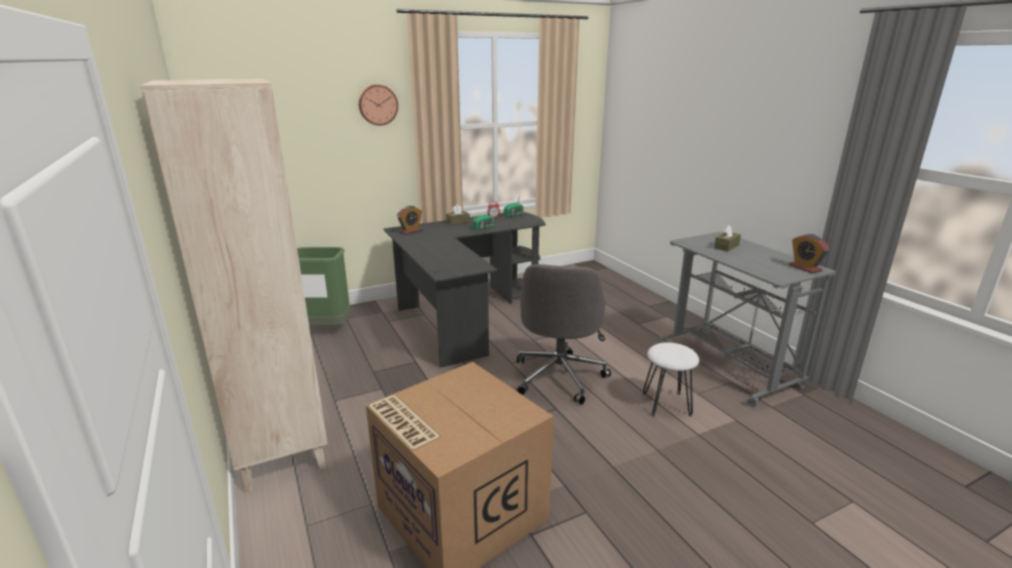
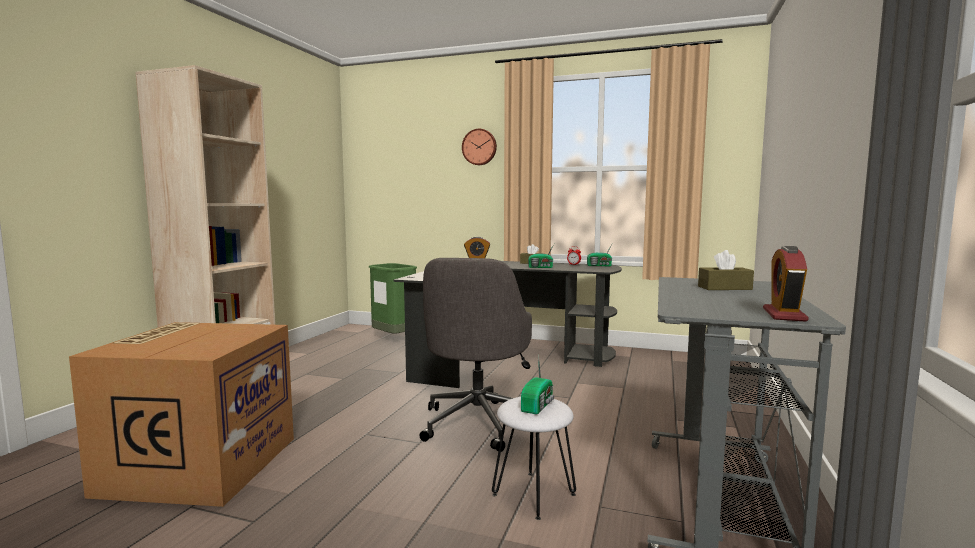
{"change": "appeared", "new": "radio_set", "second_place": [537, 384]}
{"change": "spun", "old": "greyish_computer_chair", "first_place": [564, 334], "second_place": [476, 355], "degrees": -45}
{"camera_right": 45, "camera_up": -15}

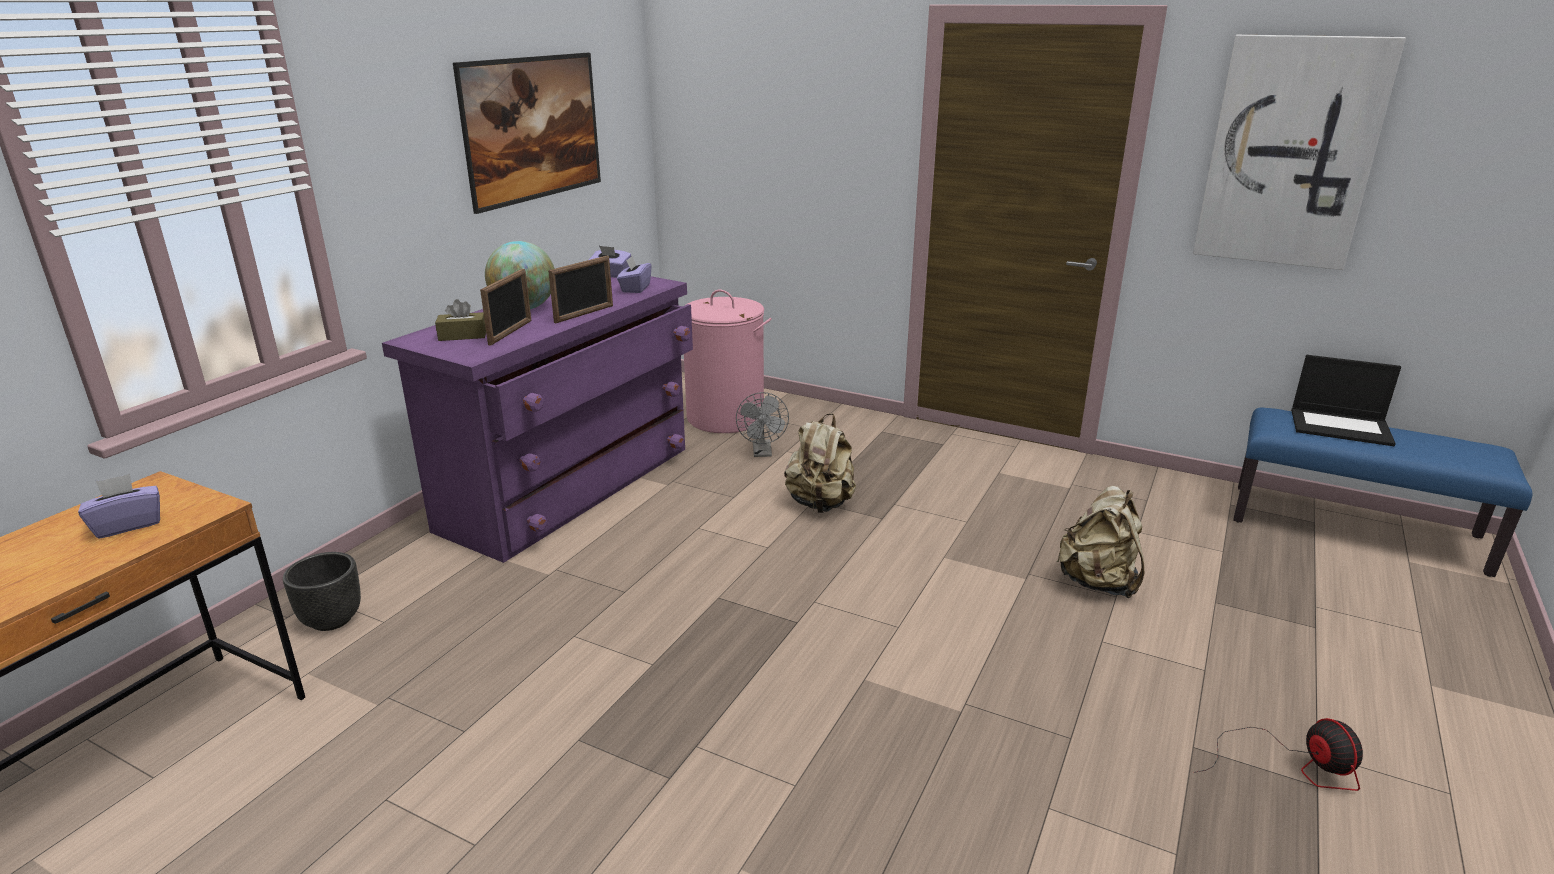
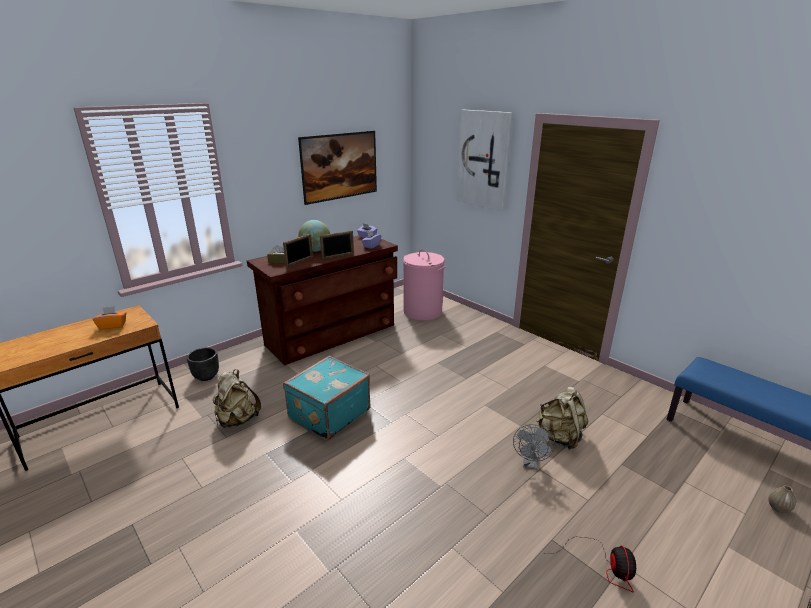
{"change": "missing", "old": "notebook_computer", "first_place": [1346, 400]}
{"change": "appeared", "new": "blue-green_piece_of_luggage", "second_place": [327, 398]}
{"change": "appeared", "new": "vase", "second_place": [782, 499]}
{"change": "relocated", "old": "greyish_electric_fan", "first_place": [762, 424], "second_place": [534, 447]}
{"change": "relocated", "old": "sand-coloured_knapsack", "first_place": [820, 463], "second_place": [237, 399]}
{"change": "relocated", "old": "picture", "first_place": [1299, 152], "second_place": [485, 160]}
{"change": "colour", "old": "purplish_box_of_tissues", "new": "orange-coloured_box_of_tissues", "first_place": [119, 506], "second_place": [109, 318]}
{"change": "colour", "old": "purplish_drawer_chest", "new": "brown_drawer_chest", "first_place": [537, 419], "second_place": [322, 300]}
{"camera_right": 20, "camera_up": 0}

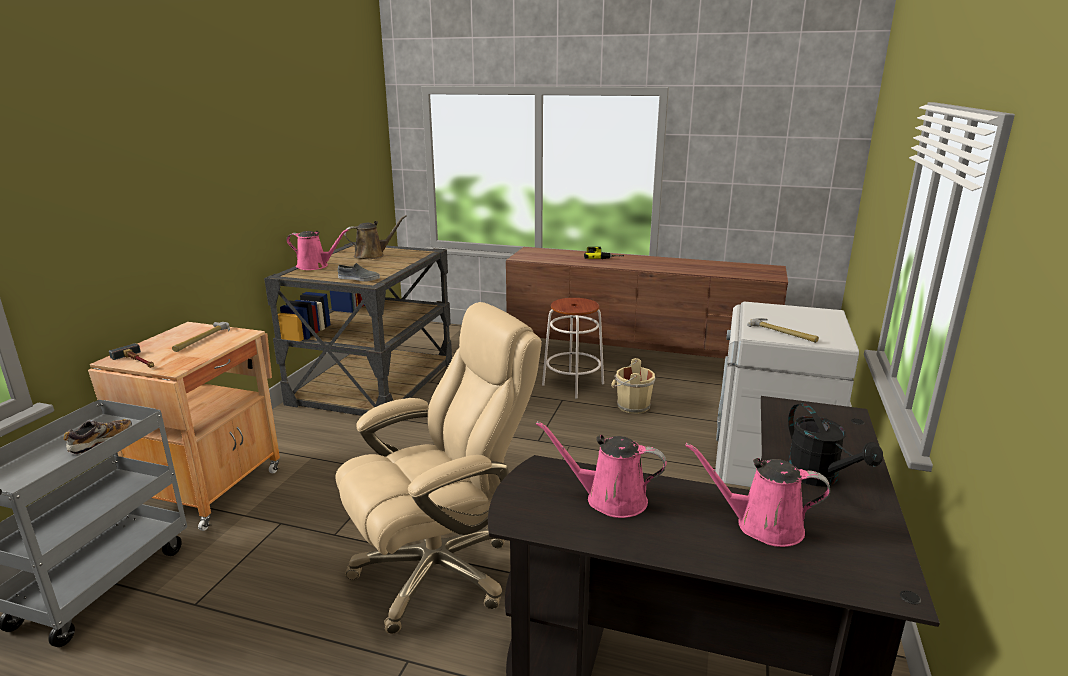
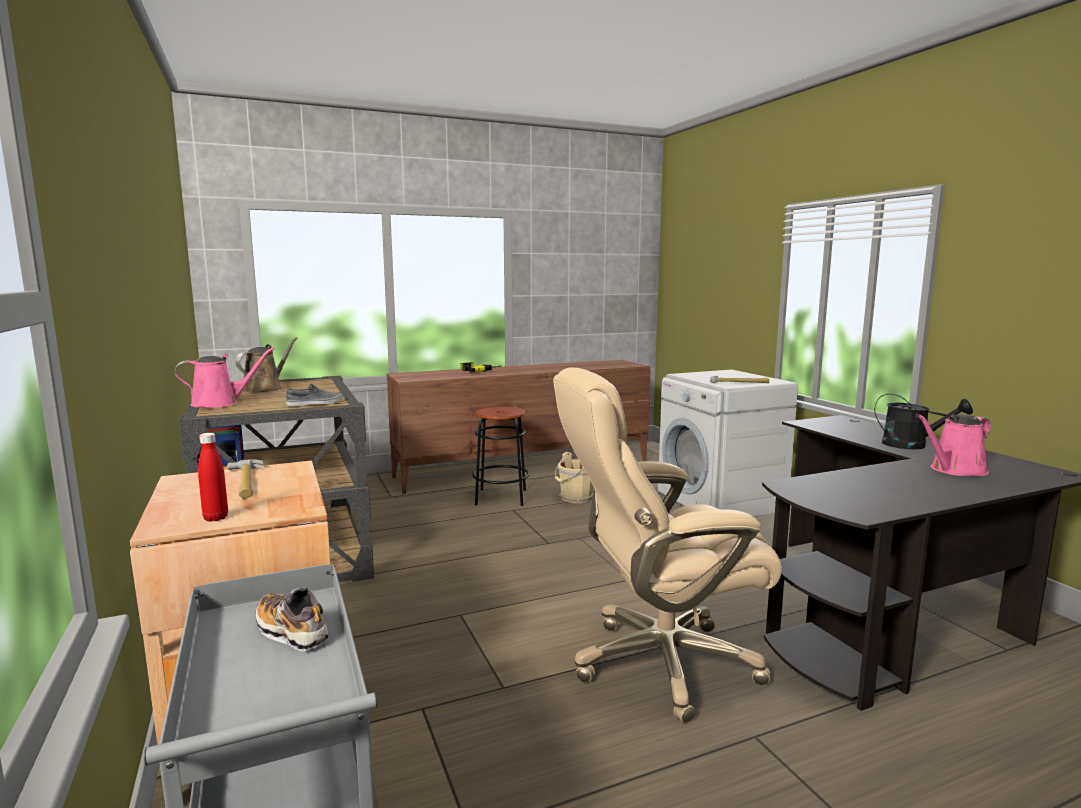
{"change": "missing", "old": "pink_watering_can", "first_place": [601, 469]}
{"change": "exchanged", "old": "hammer", "new": "red_beverage_bottle", "first_place": [131, 355], "second_place": [213, 477]}
{"change": "colour", "old": "whitish_stool", "new": "black_stool", "first_place": [573, 348], "second_place": [500, 456]}
{"change": "spun", "old": "low_shoe", "first_place": [97, 437], "second_place": [292, 619], "degrees": -45}
{"change": "spun", "old": "sand-coloured_computer_chair", "first_place": [438, 468], "second_place": [667, 545], "degrees": -120}
{"camera_right": -40, "camera_up": -10}

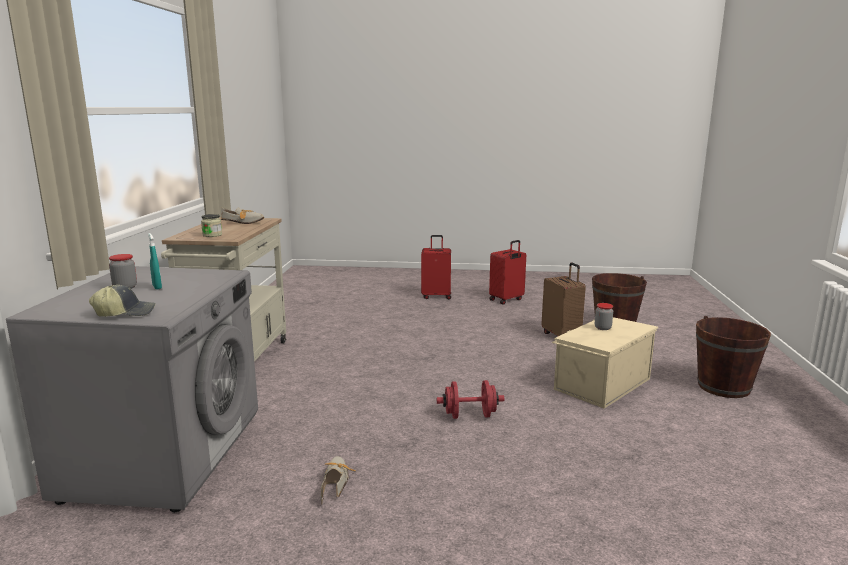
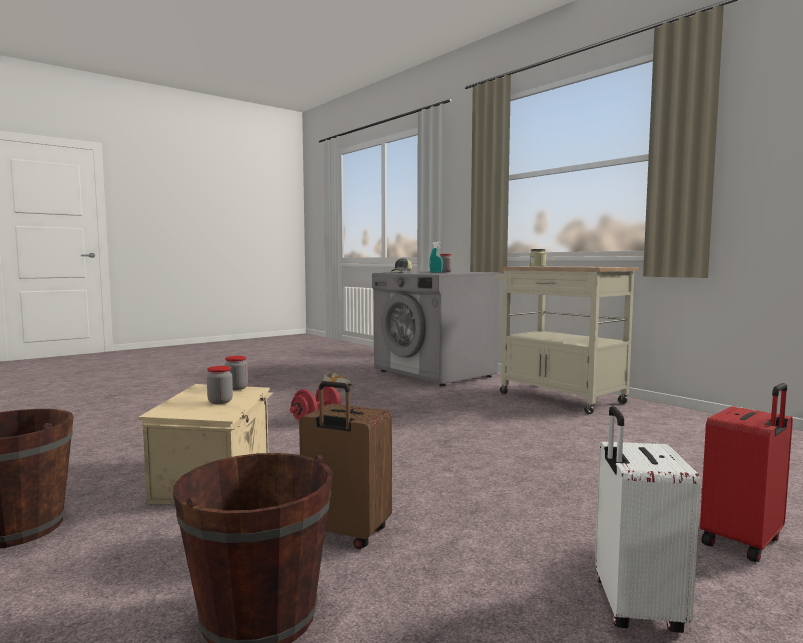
{"change": "missing", "old": "low_shoe", "first_place": [242, 216]}
{"change": "appeared", "new": "jar", "second_place": [236, 373]}
{"change": "colour", "old": "red_piece_of_luggage", "new": "whitish_piece_of_luggage", "first_place": [507, 272], "second_place": [648, 519]}
{"camera_right": 135, "camera_up": -10}

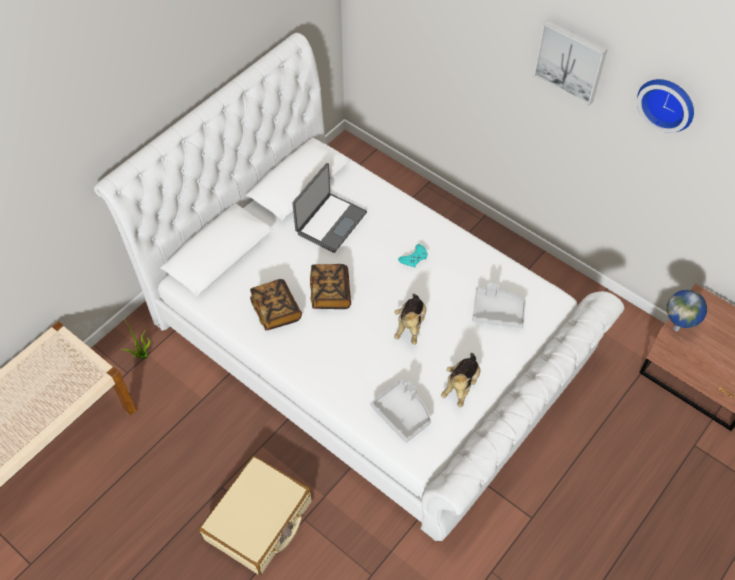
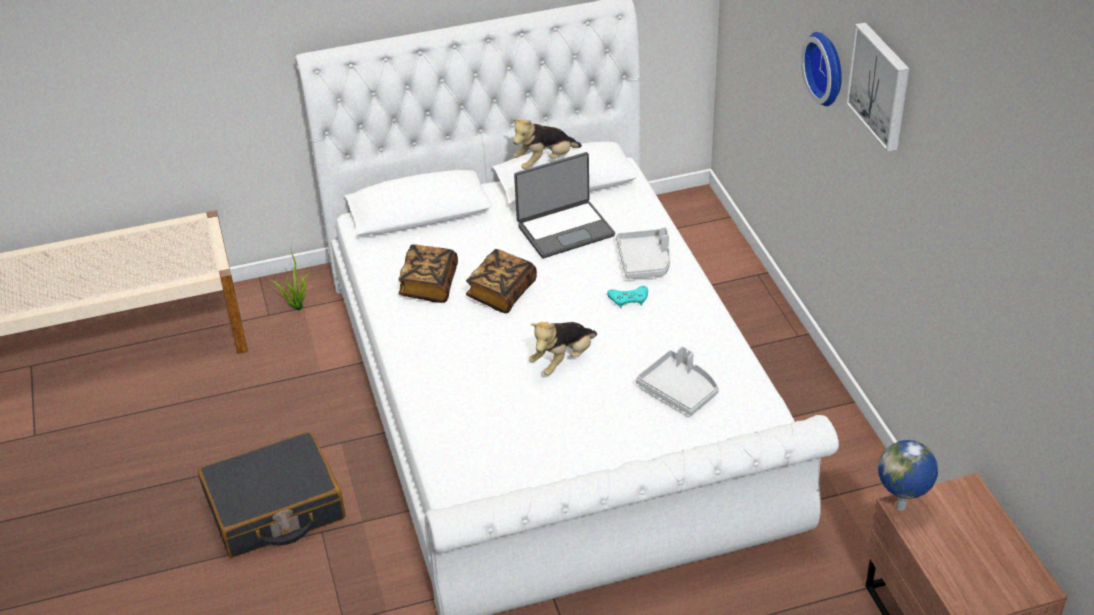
{"change": "relocated", "old": "greyish_tray", "first_place": [400, 411], "second_place": [643, 253]}
{"change": "relocated", "old": "cuddly_toy", "first_place": [460, 380], "second_place": [546, 144]}
{"change": "relocated", "old": "hanging_clock", "first_place": [665, 106], "second_place": [821, 69]}
{"change": "colour", "old": "sand-coloured_piece_of_luggage", "new": "black_piece_of_luggage", "first_place": [255, 515], "second_place": [272, 494]}
{"camera_right": 35, "camera_up": -15}

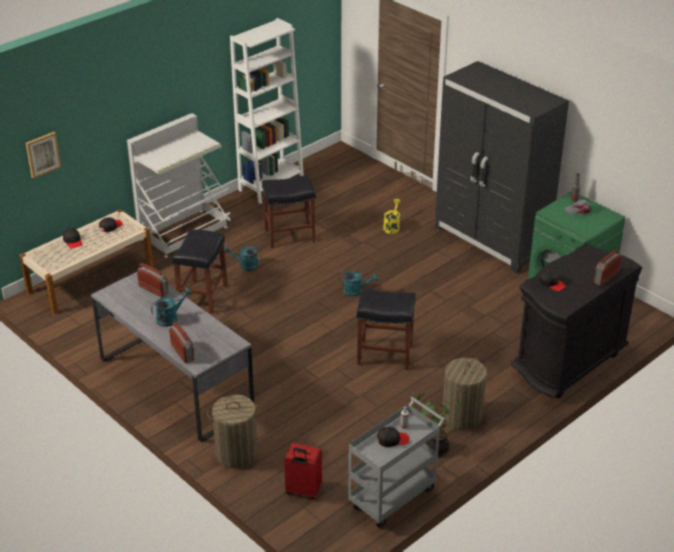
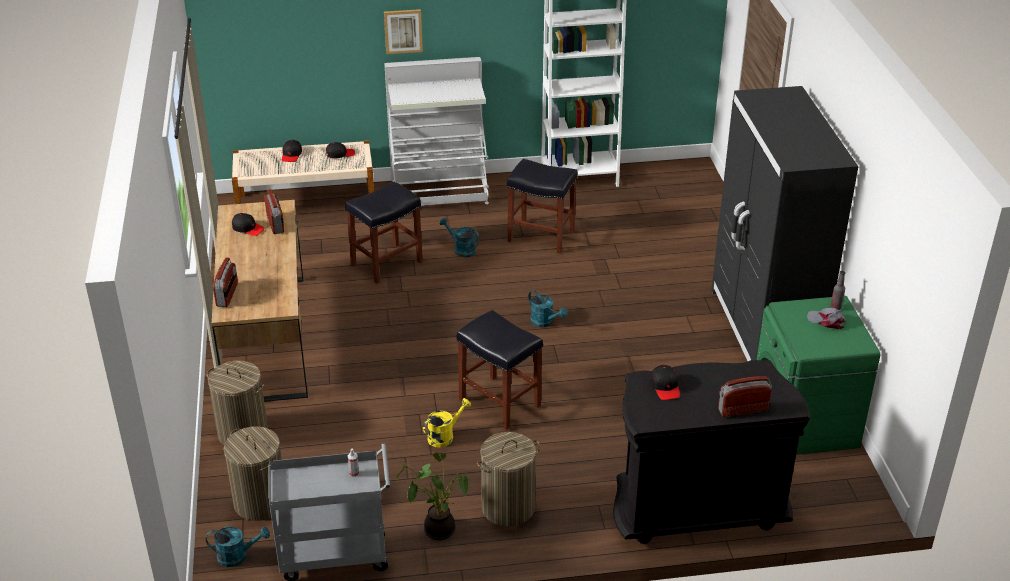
{"change": "relocated", "old": "picture", "first_place": [43, 155], "second_place": [403, 31]}
{"change": "relocated", "old": "blue-green_watering_can", "first_place": [171, 307], "second_place": [238, 547]}
{"change": "relocated", "old": "black_cap", "first_place": [393, 437], "second_place": [248, 224]}
{"change": "relocated", "old": "yellow-coloured_watering_can", "first_place": [392, 216], "second_place": [447, 422]}
{"change": "exchanged", "old": "red_piece_of_luggage", "new": "laundry_basket", "first_place": [303, 471], "second_place": [252, 474]}
{"change": "colour", "old": "greyish_desk_table", "new": "brown_desk_table", "first_place": [172, 357], "second_place": [260, 301]}
{"camera_right": 35, "camera_up": 0}

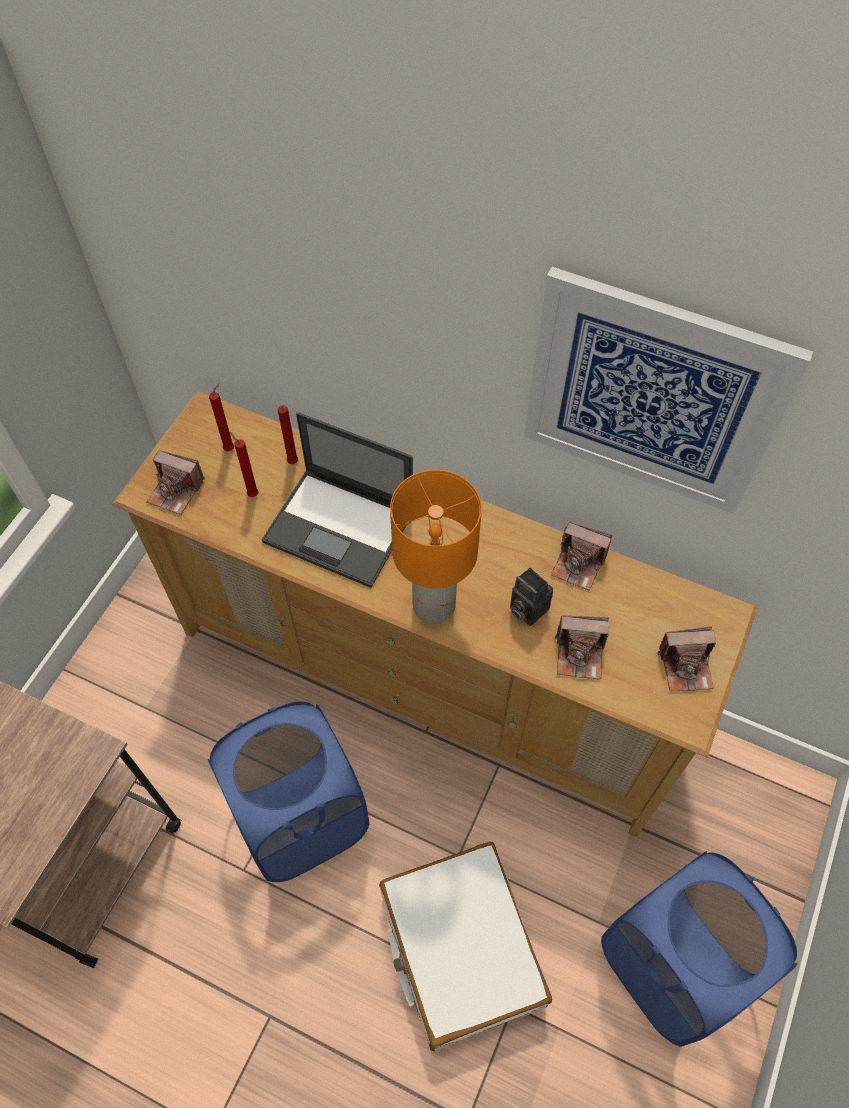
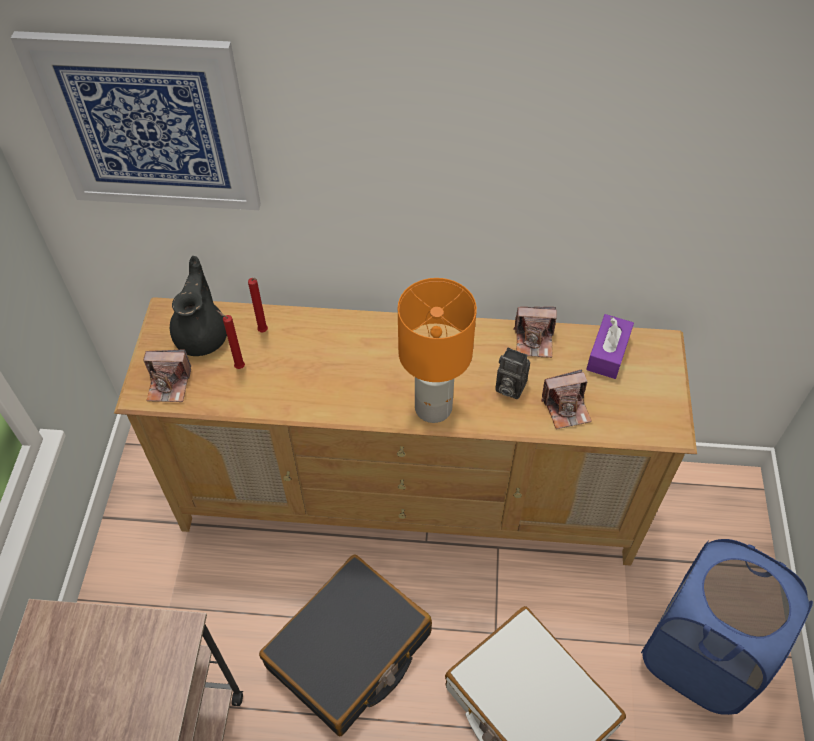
{"change": "missing", "old": "notebook_computer", "first_place": [337, 500]}
{"change": "missing", "old": "photo_camera", "first_place": [687, 659]}
{"change": "appeared", "new": "purplish_box_of_tissues", "second_place": [610, 346]}
{"change": "relocated", "old": "picture", "first_place": [668, 390], "second_place": [136, 120]}
{"change": "exchanged", "old": "blue-coloured_laundry_basket", "new": "black_piece_of_luggage", "first_place": [288, 791], "second_place": [345, 645]}
{"change": "exchanged", "old": "red_wax_light", "new": "black_pot_for_tea", "first_place": [221, 417], "second_place": [198, 306]}
{"camera_right": -20, "camera_up": -5}

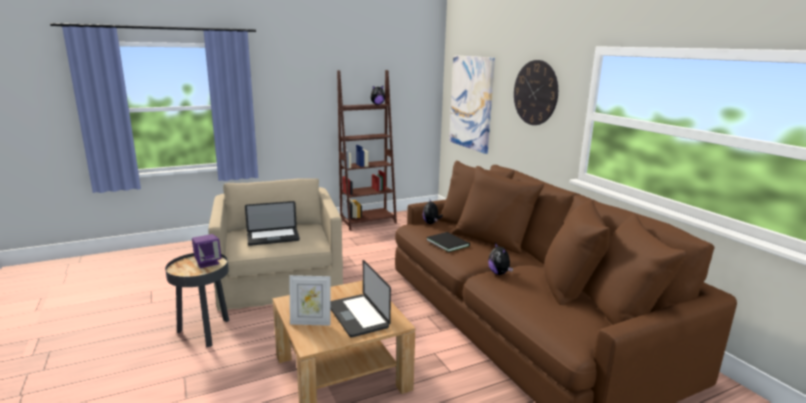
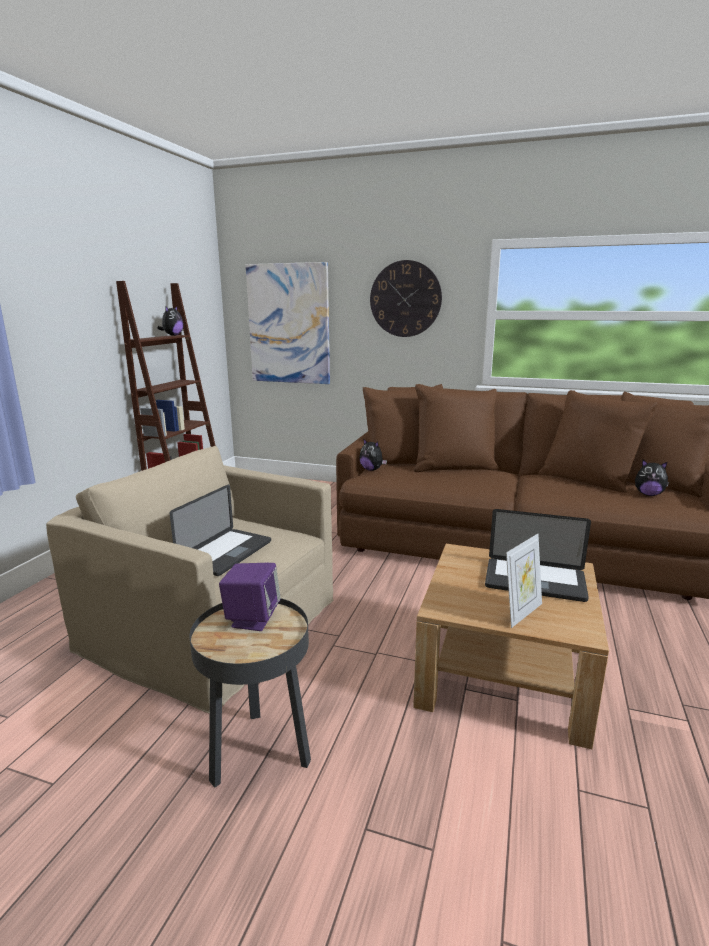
{"change": "missing", "old": "black_book", "first_place": [448, 242]}
{"change": "relocated", "old": "cuddly_toy", "first_place": [500, 258], "second_place": [652, 478]}
{"camera_right": -45, "camera_up": 0}

